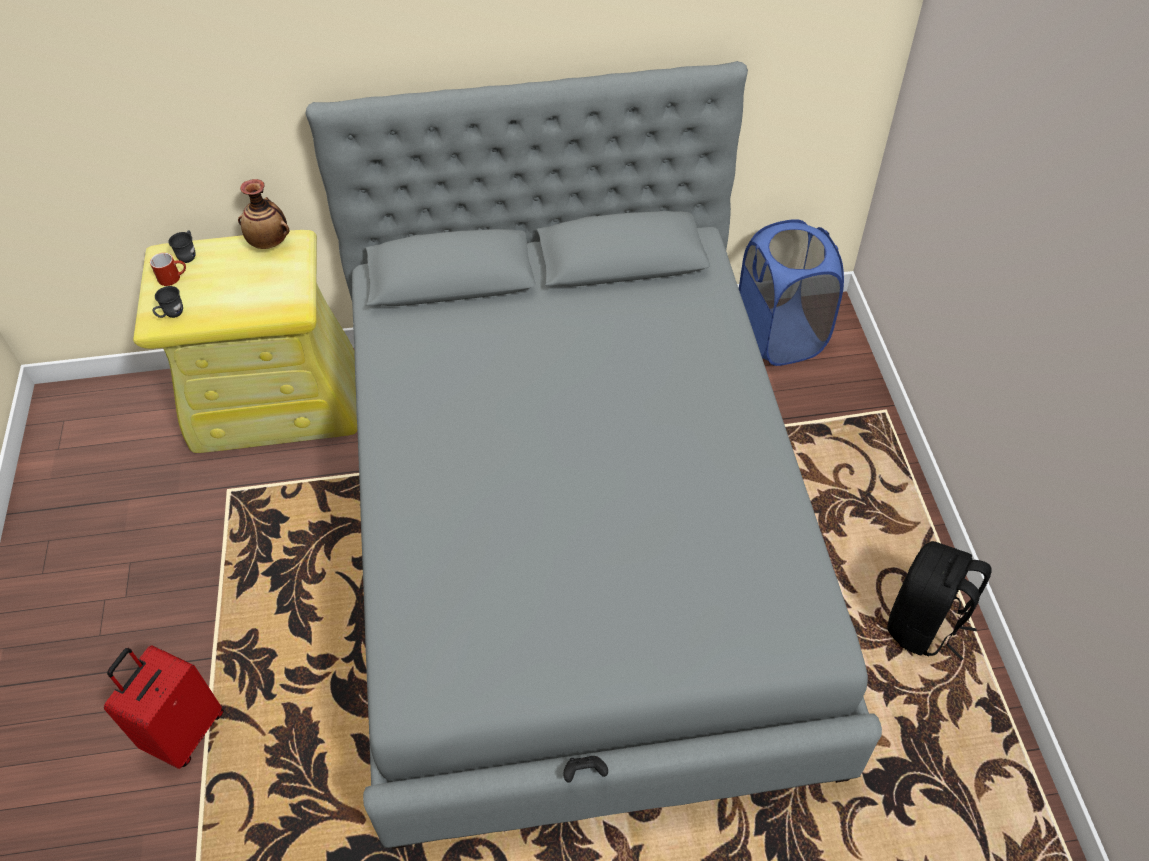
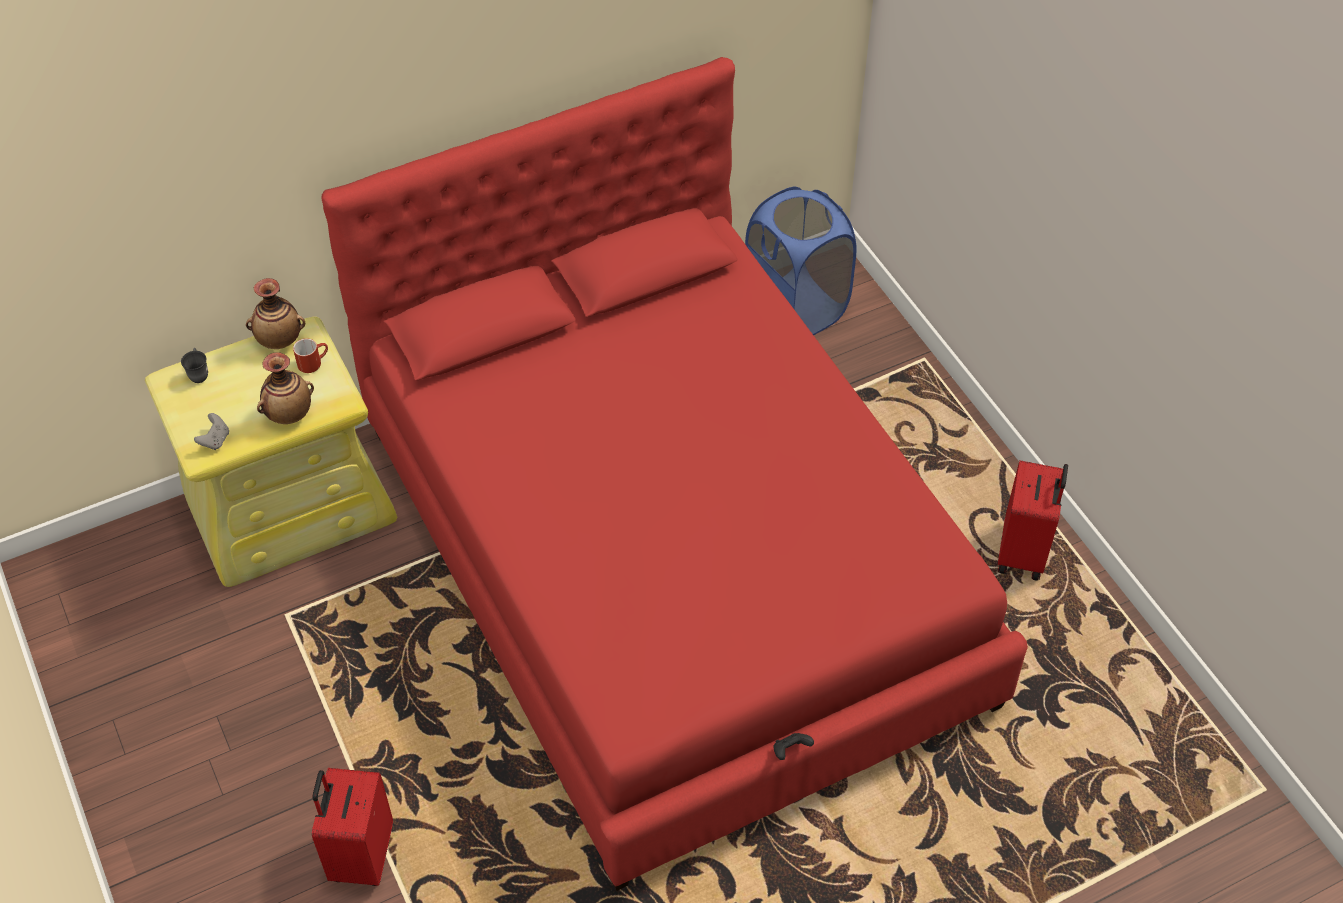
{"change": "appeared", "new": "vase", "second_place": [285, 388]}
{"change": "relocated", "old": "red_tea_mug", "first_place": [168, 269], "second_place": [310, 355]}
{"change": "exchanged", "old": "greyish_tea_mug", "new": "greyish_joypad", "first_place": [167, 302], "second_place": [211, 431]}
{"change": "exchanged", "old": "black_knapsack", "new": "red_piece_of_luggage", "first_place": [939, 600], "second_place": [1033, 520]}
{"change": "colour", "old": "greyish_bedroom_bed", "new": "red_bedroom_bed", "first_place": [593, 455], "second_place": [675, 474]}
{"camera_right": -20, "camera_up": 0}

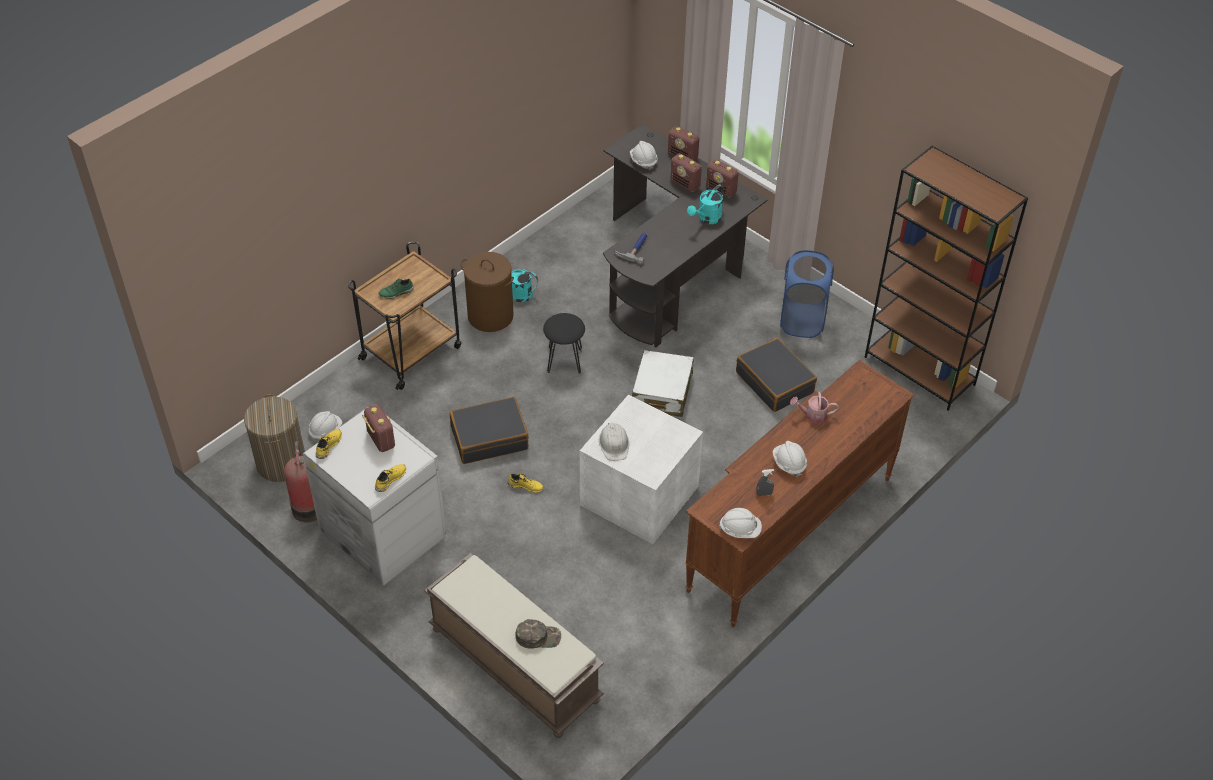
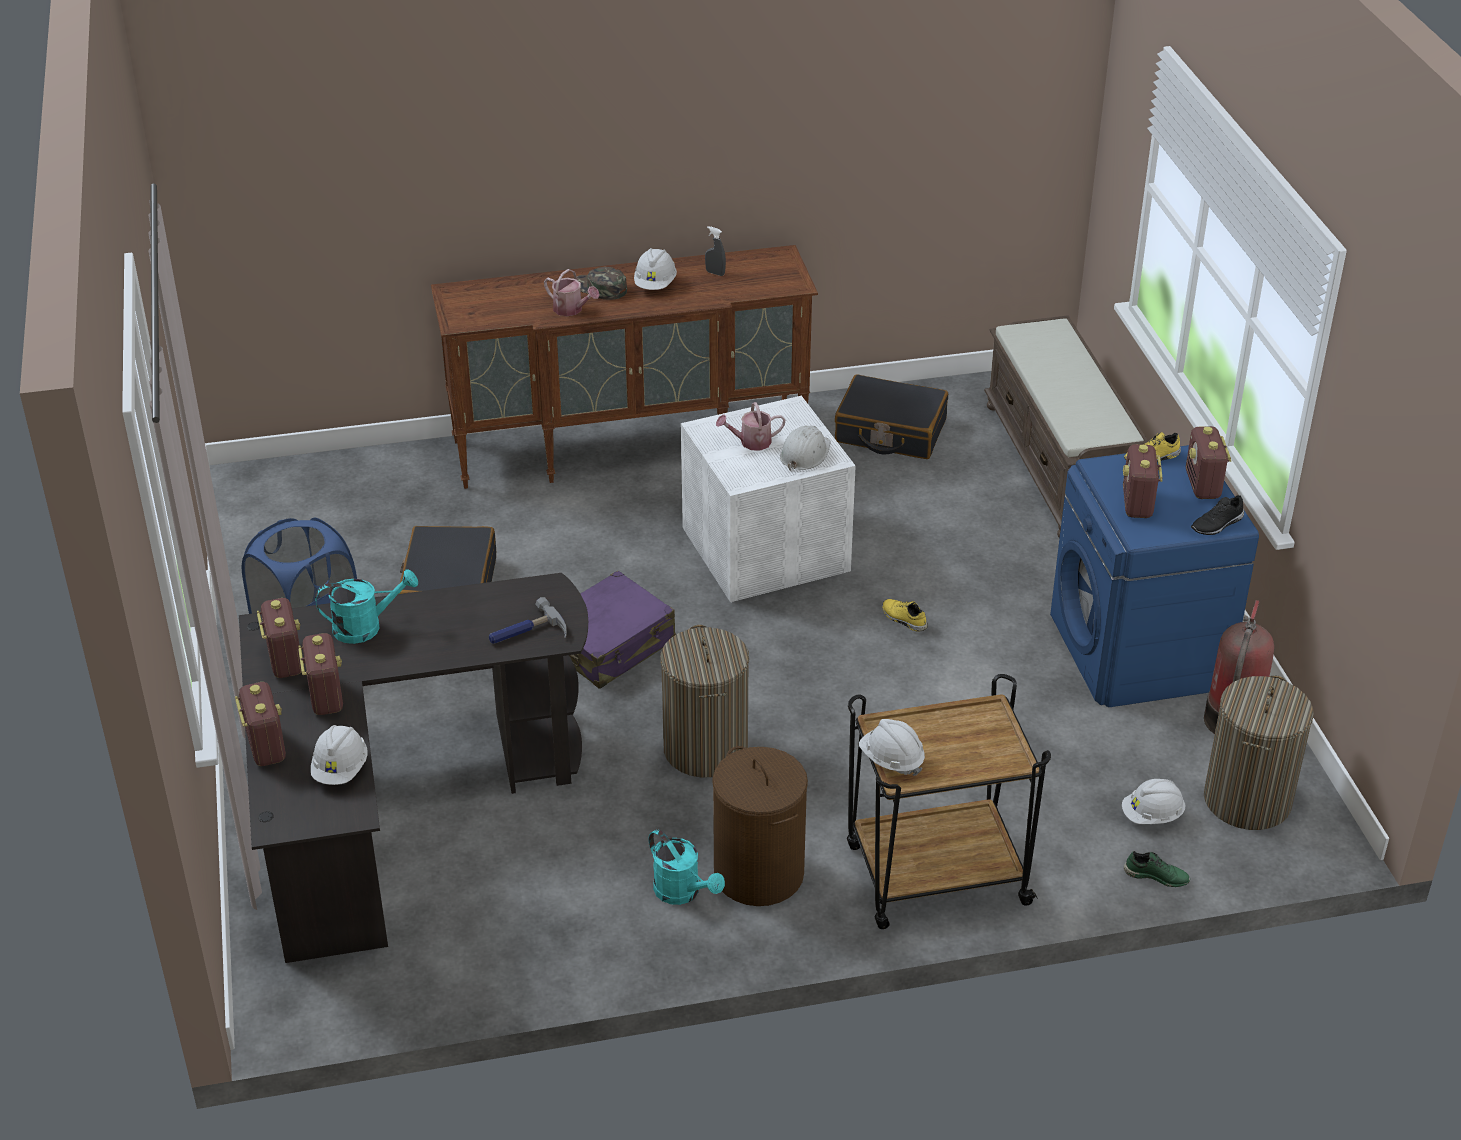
{"change": "missing", "old": "brown_bookshelf", "first_place": [946, 278]}
{"change": "appeared", "new": "watering_can", "second_place": [750, 426]}
{"change": "appeared", "new": "radio_set", "second_place": [1208, 462]}
{"change": "relocated", "old": "green_low_shoe", "first_place": [396, 289], "second_place": [1157, 869]}
{"change": "relocated", "old": "black_piece_of_luggage", "first_place": [489, 430], "second_place": [891, 416]}
{"change": "relocated", "old": "green_cap", "first_place": [538, 634], "second_place": [602, 283]}
{"change": "relocated", "old": "whitish_work_helmet", "first_place": [740, 523], "second_place": [892, 747]}
{"change": "exchanged", "old": "black_stool", "new": "laundry_basket", "first_place": [564, 343], "second_place": [705, 701]}
{"change": "colour", "old": "whitish_laundry_machine", "new": "blue-coloured_laundry_machine", "first_place": [374, 496], "second_place": [1154, 576]}
{"change": "colour", "old": "yellow-coloured_low_shoe", "new": "black_low_shoe", "first_place": [329, 444], "second_place": [1217, 515]}
{"change": "colour", "old": "whitish_piece_of_luggage", "new": "purplish_piece_of_luggage", "first_place": [663, 383], "second_place": [622, 630]}
{"camera_right": -145, "camera_up": -10}

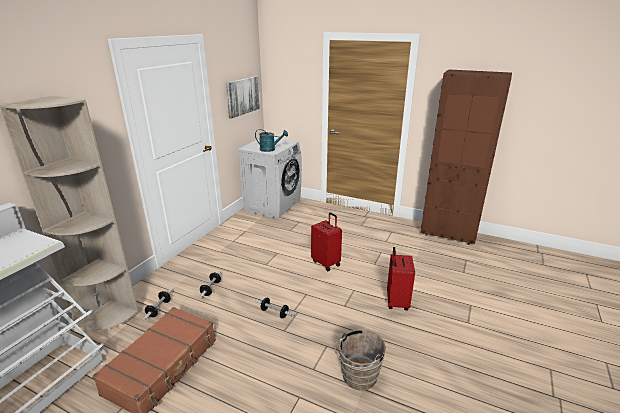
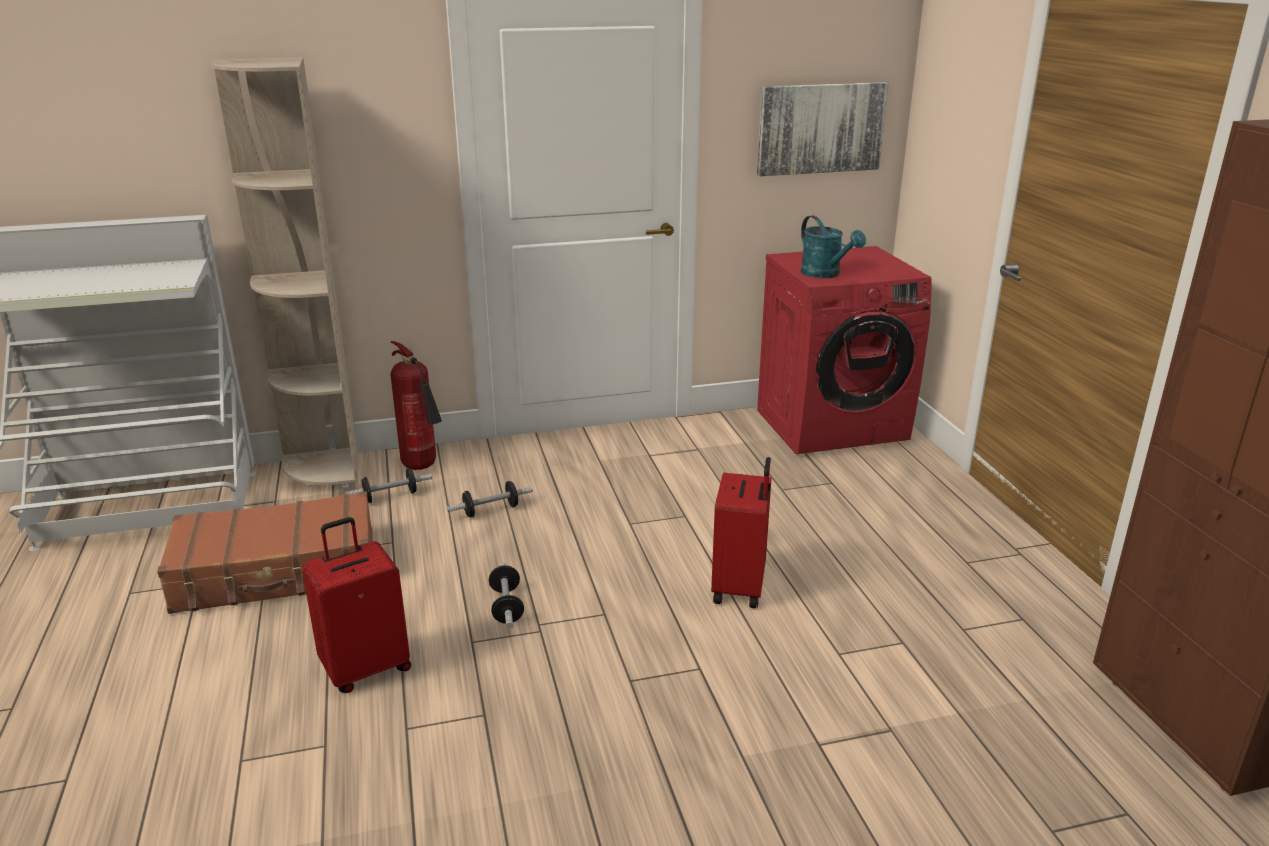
{"change": "missing", "old": "brown_pail", "first_place": [360, 359]}
{"change": "appeared", "new": "fire_extinguisher", "second_place": [416, 405]}
{"change": "relocated", "old": "red_piece_of_luggage", "first_place": [401, 278], "second_place": [356, 605]}
{"change": "colour", "old": "whitish_laundry_machine", "new": "red_laundry_machine", "first_place": [270, 178], "second_place": [844, 350]}
{"camera_right": 50, "camera_up": 0}

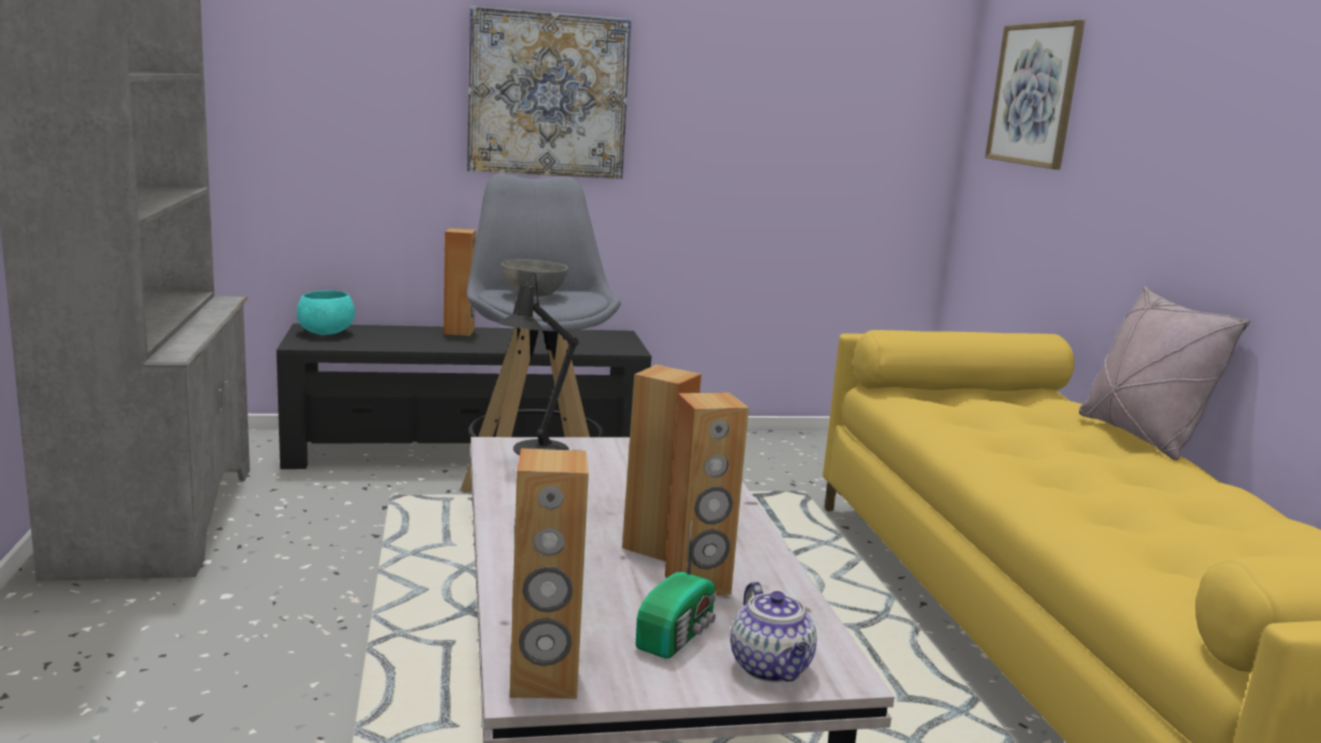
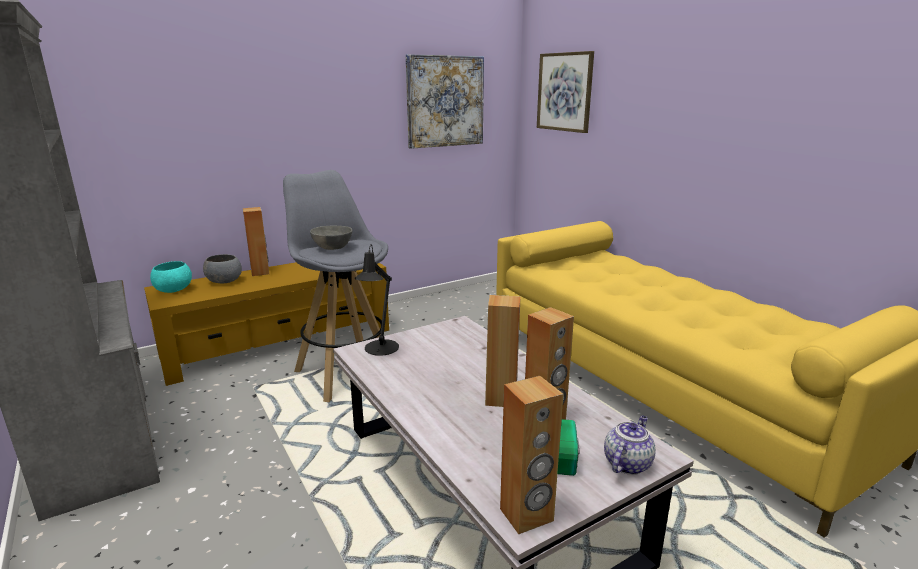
{"change": "missing", "old": "purplish_throw_pillow", "first_place": [1164, 373]}
{"change": "appeared", "new": "greyish_serving_bowl", "second_place": [222, 268]}
{"change": "relocated", "old": "picture", "first_place": [549, 92], "second_place": [445, 101]}
{"change": "colour", "old": "black_tv_stand", "new": "yellow-coloured_tv_stand", "first_place": [463, 396], "second_place": [266, 324]}
{"change": "spun", "old": "pot_for_tea", "first_place": [773, 631], "second_place": [630, 445], "degrees": -105}
{"camera_right": -20, "camera_up": 5}

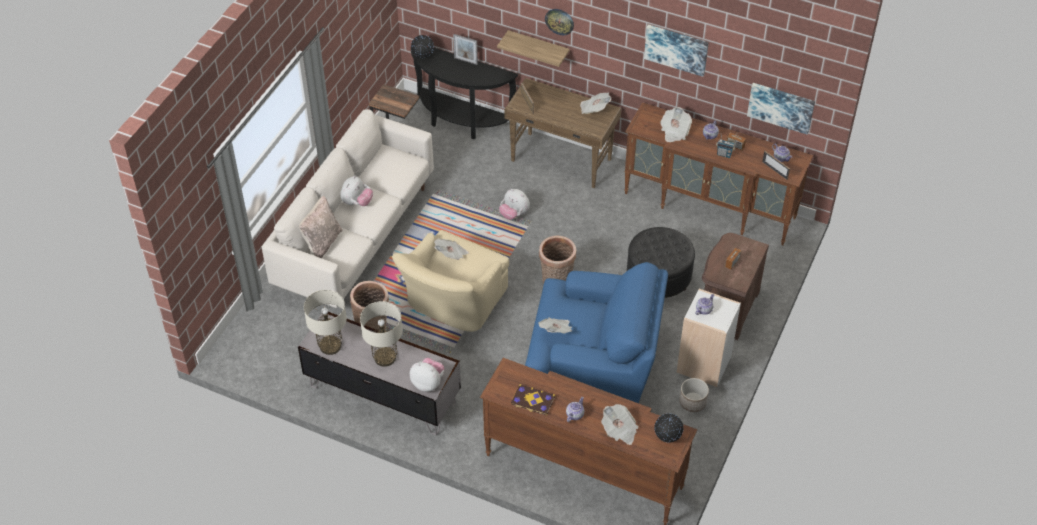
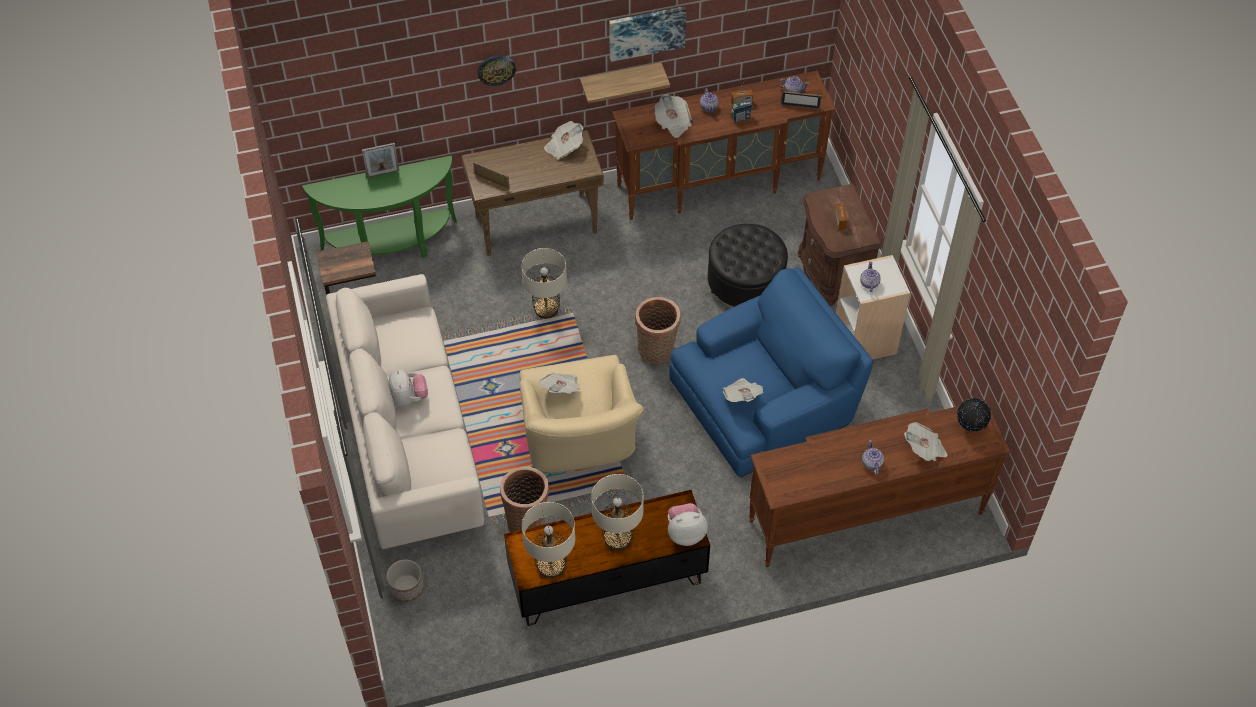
{"change": "missing", "old": "sand-coloured_throw_pillow", "first_place": [321, 227]}
{"change": "missing", "old": "world_globe", "first_place": [422, 46]}
{"change": "missing", "old": "book", "first_place": [533, 399]}
{"change": "missing", "old": "picture", "first_place": [781, 109]}
{"change": "relocated", "old": "wall_shelf", "first_place": [533, 48], "second_place": [625, 83]}
{"change": "relocated", "old": "planter", "first_place": [694, 395], "second_place": [405, 580]}
{"change": "exchanged", "old": "cuddly_toy", "new": "lamp_for_a_table", "first_place": [514, 204], "second_place": [544, 283]}
{"change": "colour", "old": "greyish_tv_stand", "new": "brown_tv_stand", "first_place": [379, 373], "second_place": [607, 558]}
{"change": "colour", "old": "black_hall_table", "new": "green_hall_table", "first_place": [464, 93], "second_place": [379, 206]}
{"camera_right": -40, "camera_up": 5}

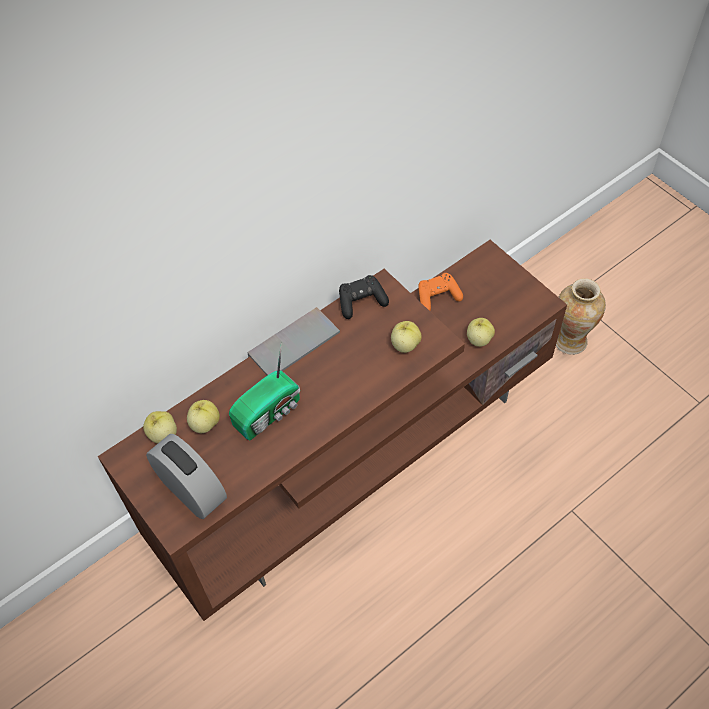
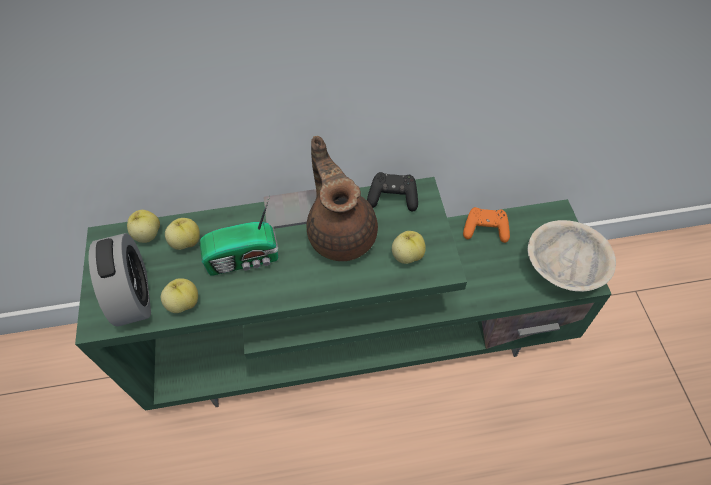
{"change": "missing", "old": "vase", "first_place": [581, 316]}
{"change": "appeared", "new": "brown_pot_for_tea", "second_place": [342, 198]}
{"change": "appeared", "new": "sand-coloured_serving_bowl", "second_place": [572, 255]}
{"change": "relocated", "old": "whole_apple", "first_place": [481, 332], "second_place": [179, 295]}
{"change": "colour", "old": "brown_tv_stand", "new": "green_tv_stand", "first_place": [332, 430], "second_place": [343, 294]}
{"camera_right": 30, "camera_up": 0}

